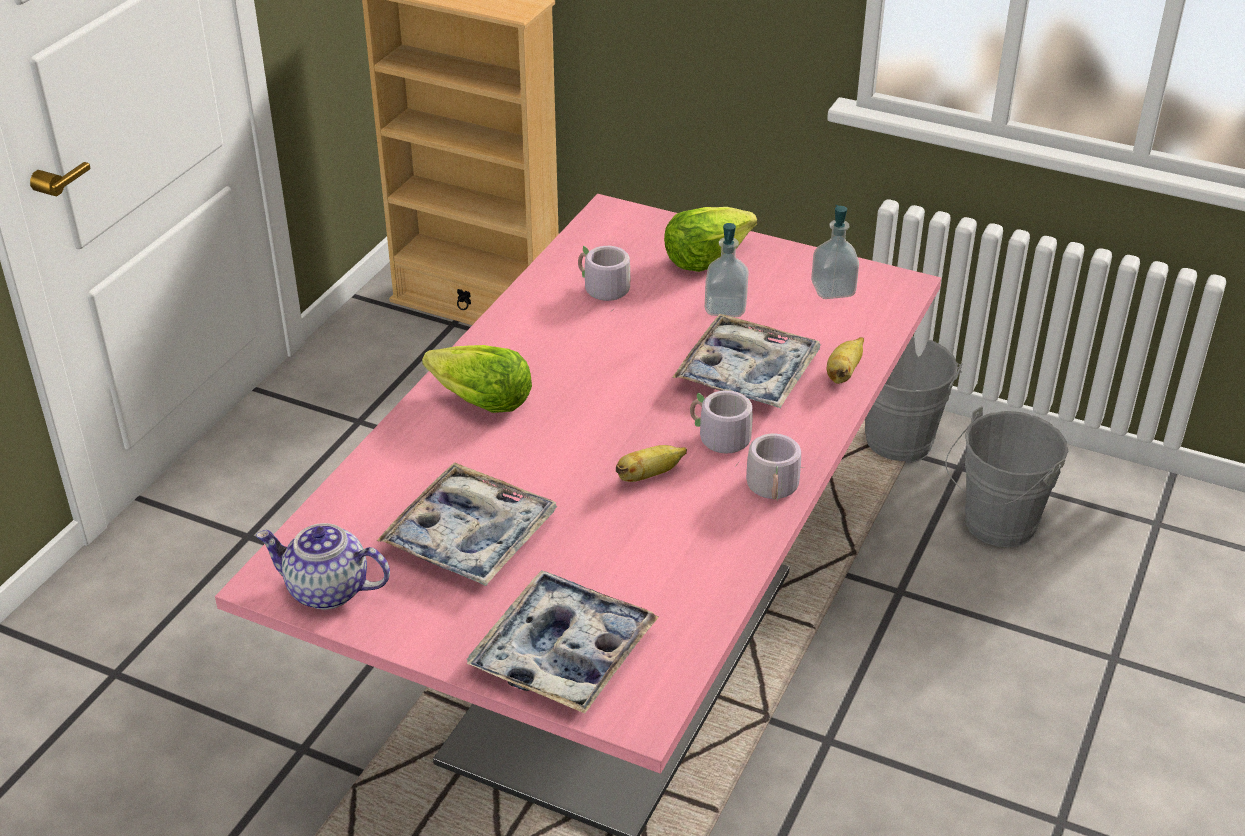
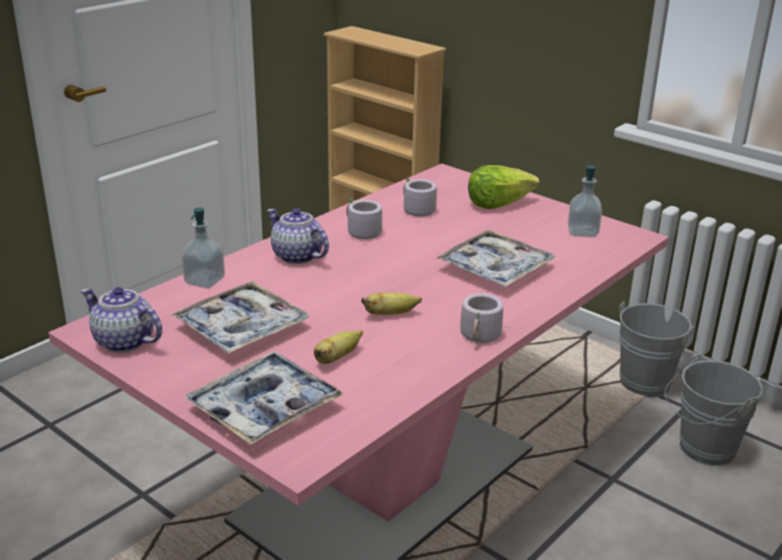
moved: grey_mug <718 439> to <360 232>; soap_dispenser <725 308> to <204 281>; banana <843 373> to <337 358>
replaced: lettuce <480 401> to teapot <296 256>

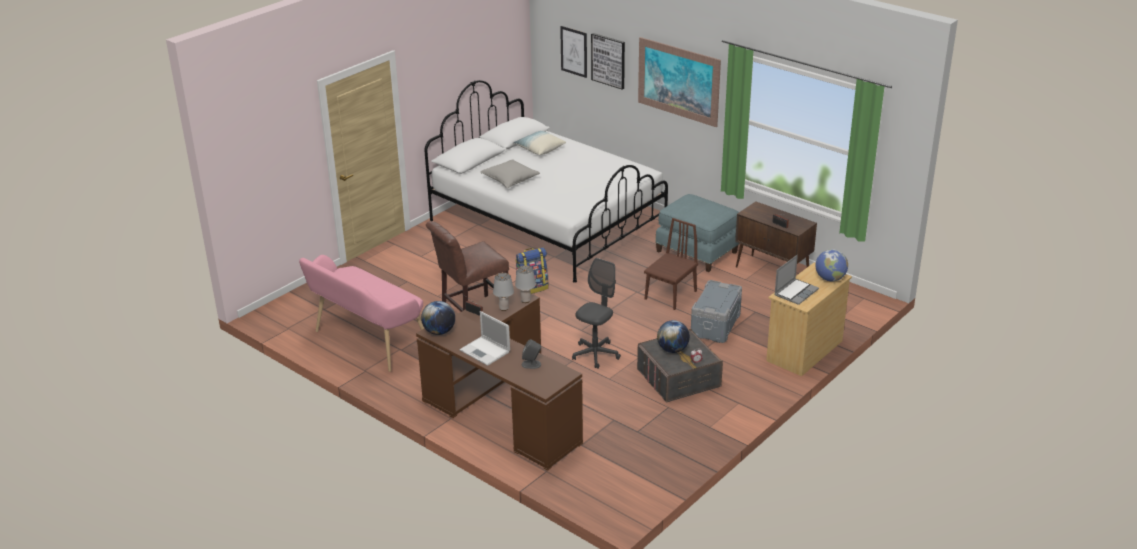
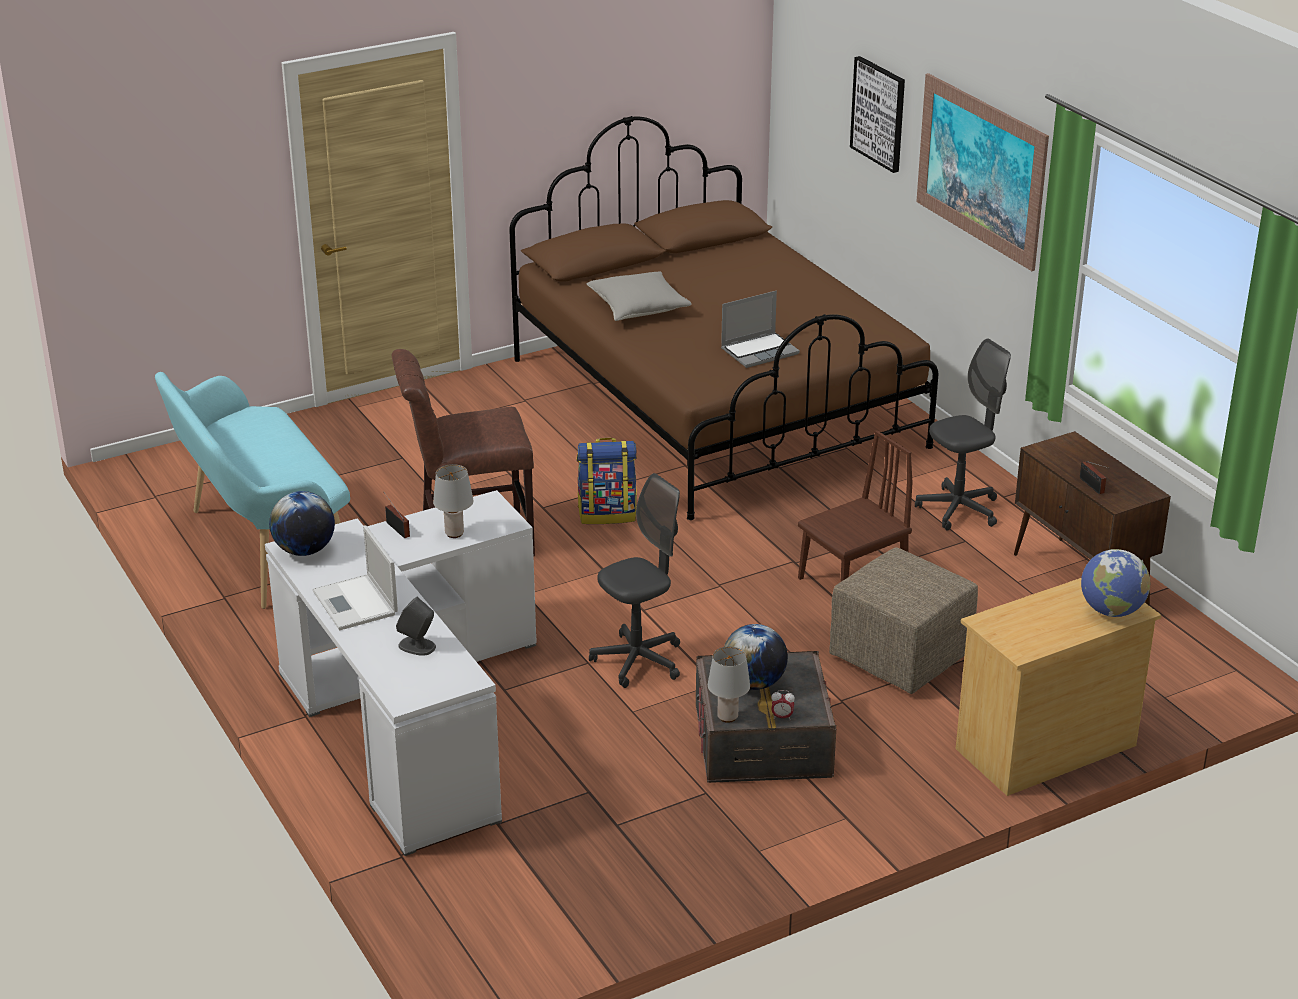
removed: pillow <539 149>; picture <574 51>
moved: grey_table_lamp <526 300> to <728 717>; laptop <796 292> to <760 351>
replaced: blue_ottoman <697 251> to grey_office_chair <959 510>; grey_storage_box <716 325> to beige_ottoman <902 657>
recoloured: pink_bench <367 342> to turquoise_bench <263 548>; brown_desk <500 405> to white_desk <406 713>; white_bed <548 222> to brown_bed <716 403>

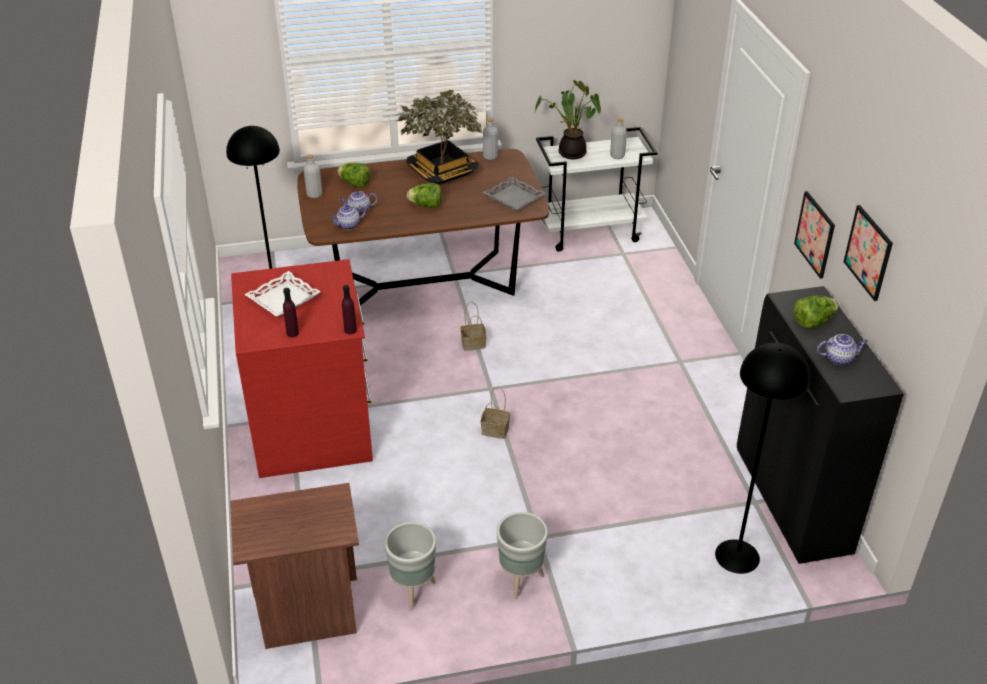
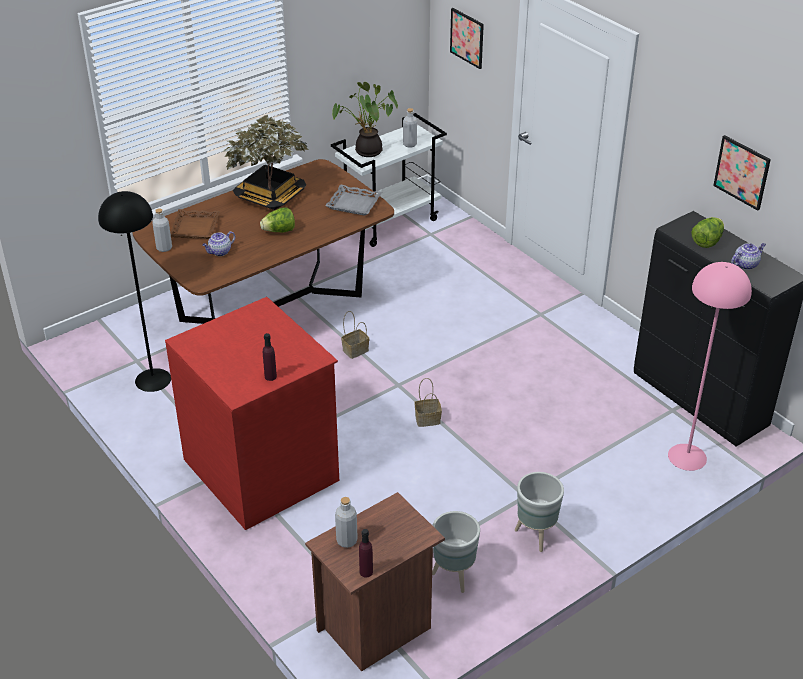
removed: white_tray <283 299>; teapot <348 225>
moved: purple_bottle <350 330> to <366 572>; grey_bottle <490 156> to <347 541>; picture <815 234> to <467 38>
replaced: lettuce <355 184> to brown_tray <195 228>
recoloured: black_floor_lamp <737 556> to pink_floor_lamp <687 457>

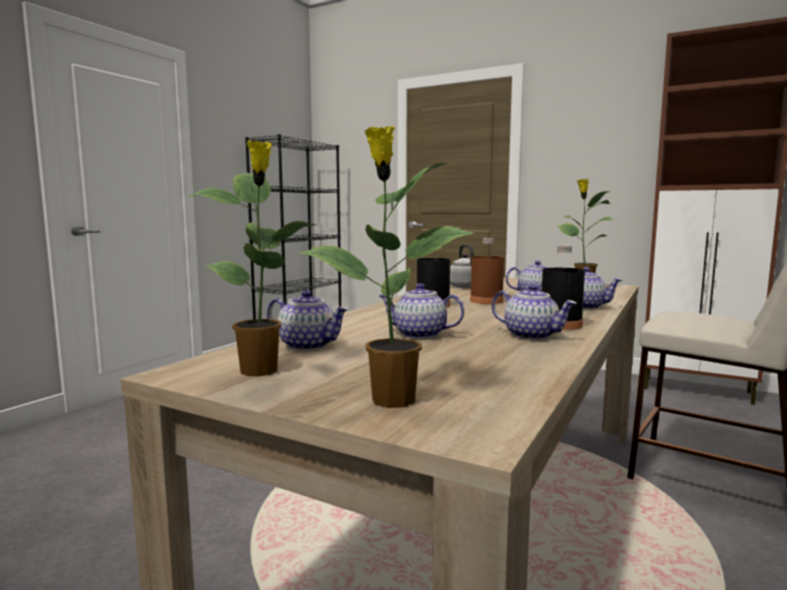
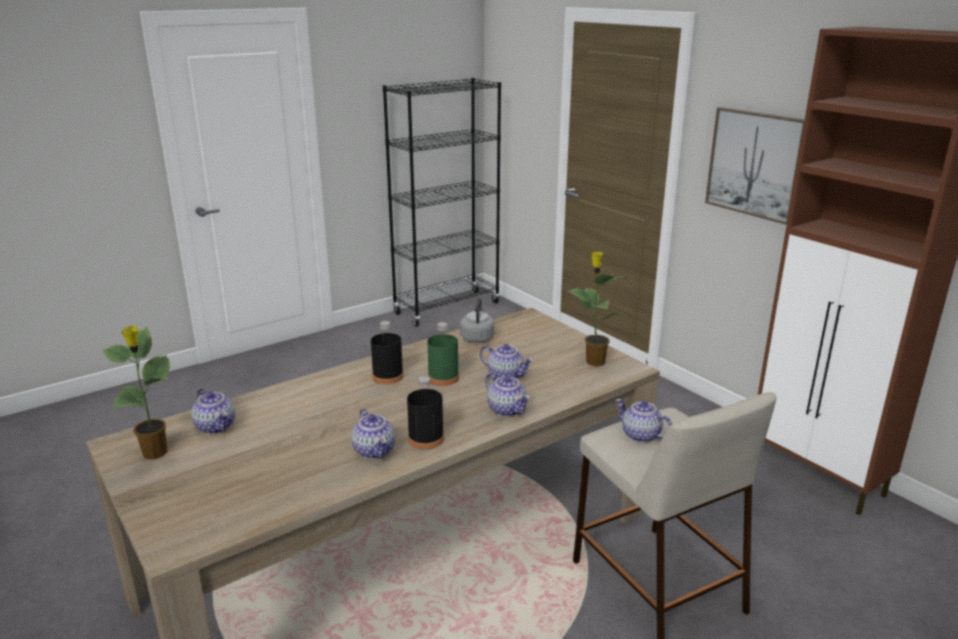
removed: potted_plant <391 401>
added: picture <756 164>
moved: teapot <419 334> to <640 435>
recoloured: brown_bottle <486 301> to green_bottle <443 378>

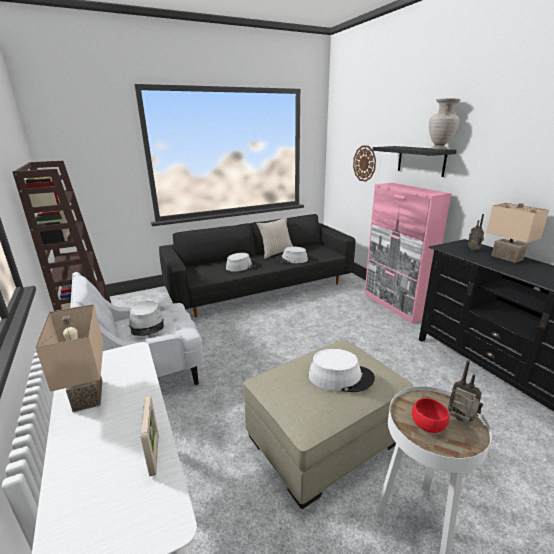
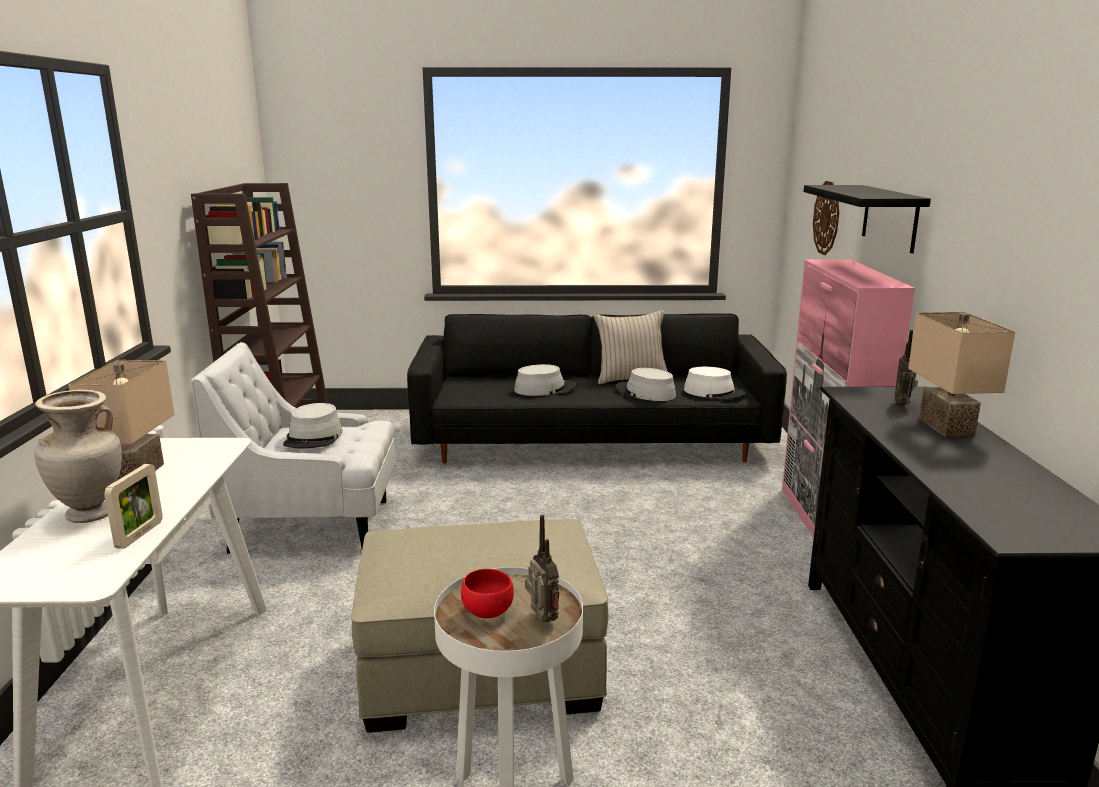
moved: white_hat <340 377> to <714 392>; beige_vase <439 149> to <90 515>

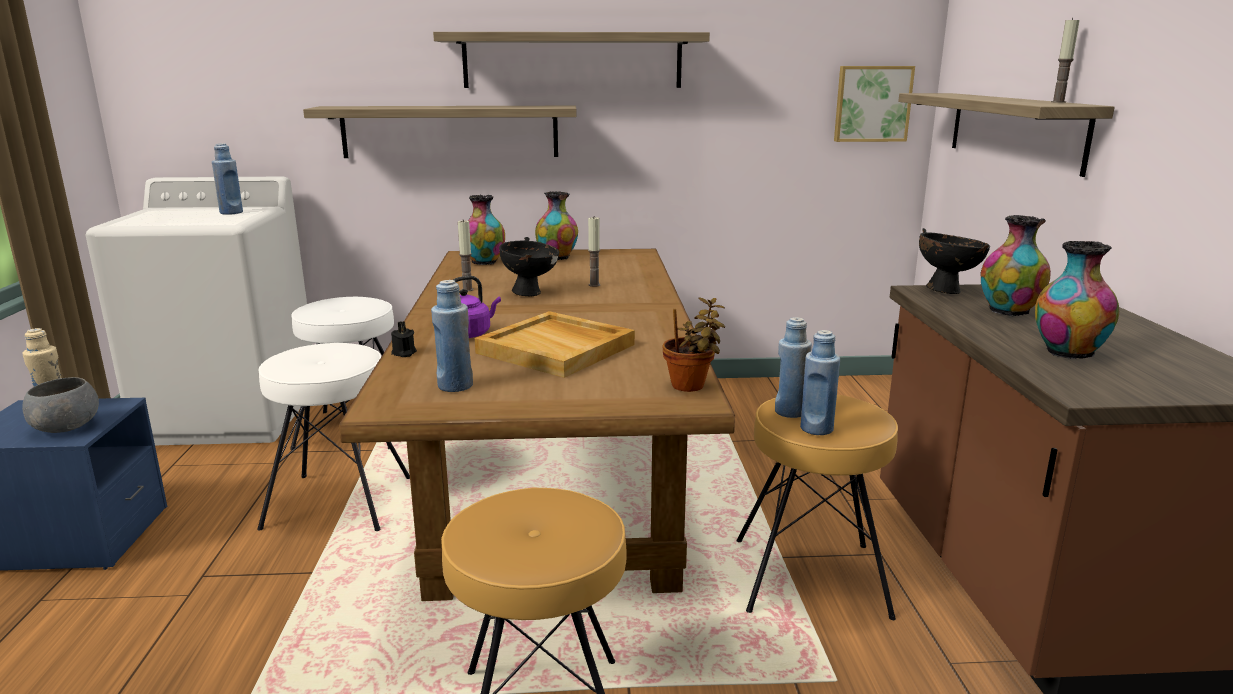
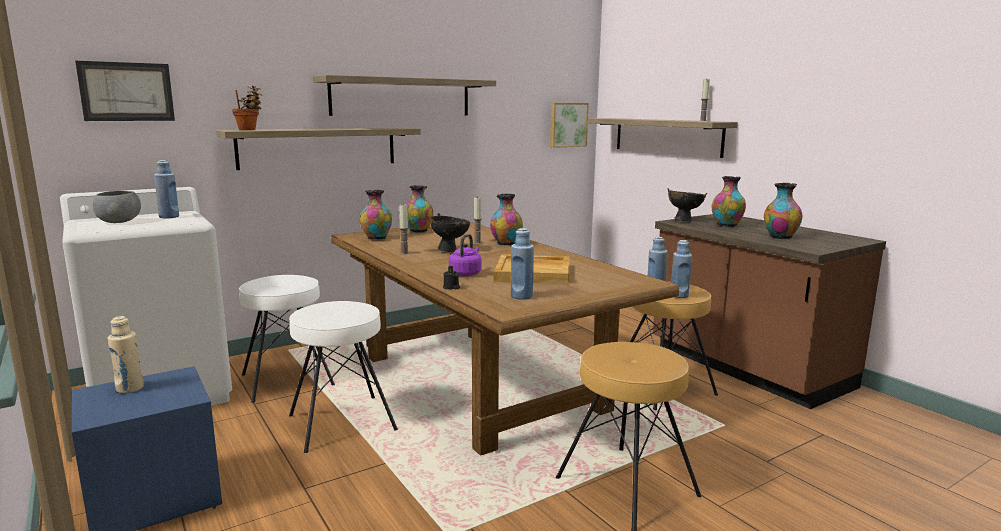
added: picture <127 91>; vase <506 244>
moved: grey_bowl <65 427> to <118 222>; potted_plant <691 386> to <249 130>

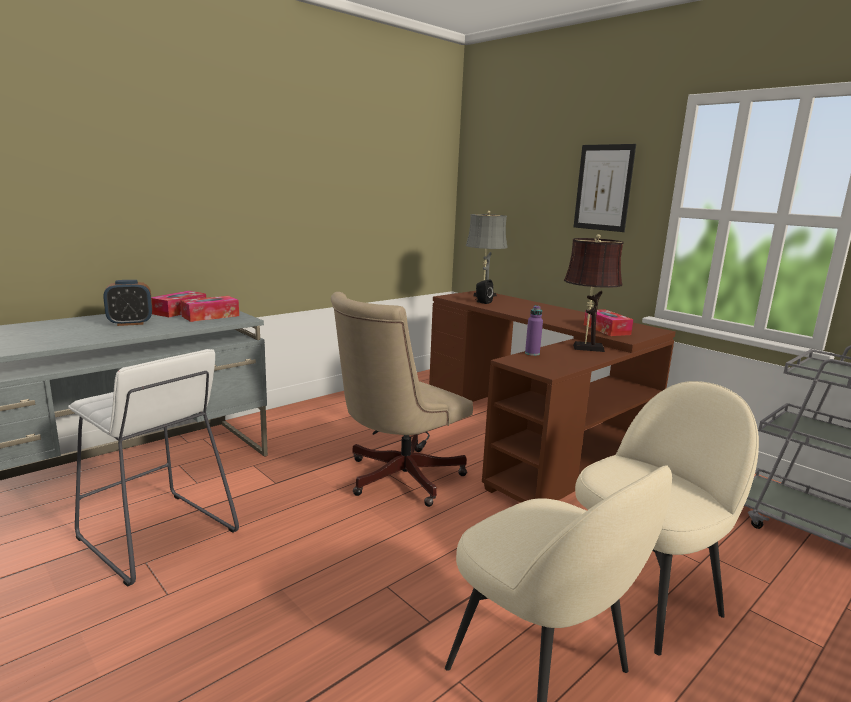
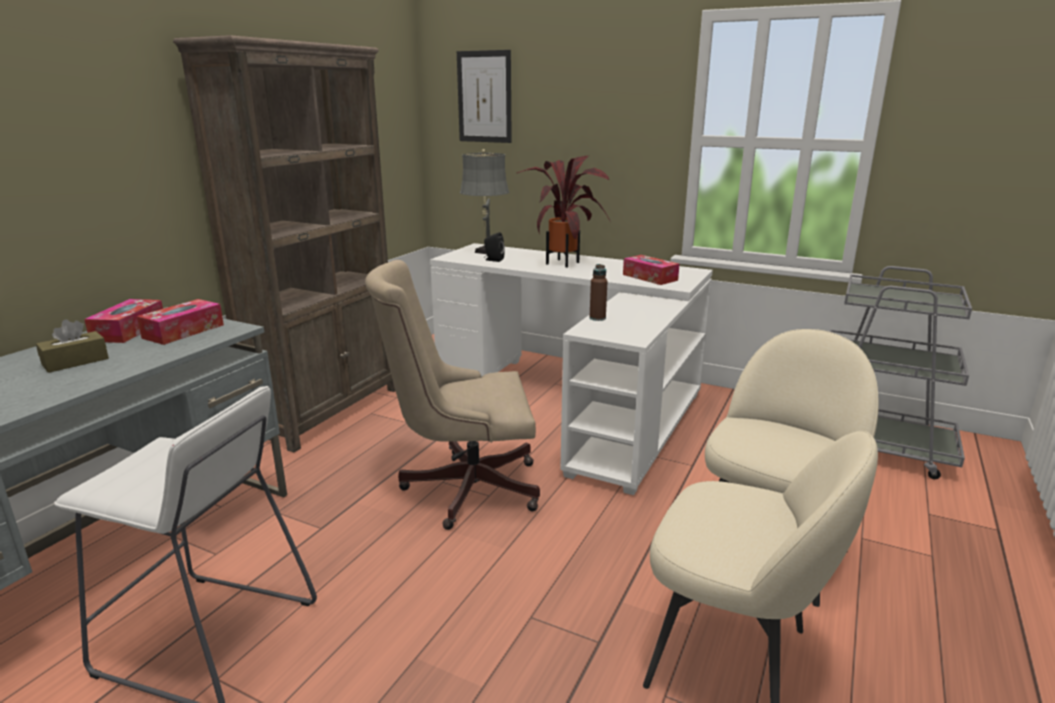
removed: brown_table_lamp <585 348>
added: brown_bookcase <329 411>; potted_plant <566 263>
moved: picture <603 187> to <484 97>
replaced: alarm_clock <130 323> to brown_tissue_box <75 362>
recoloured: brown_desk <536 435> to white_desk <578 402>; purple_bottle <532 353> to brown_bottle <597 318>
turned: beige_office_chair <397 479> = <463 487> 60 degrees clockwise

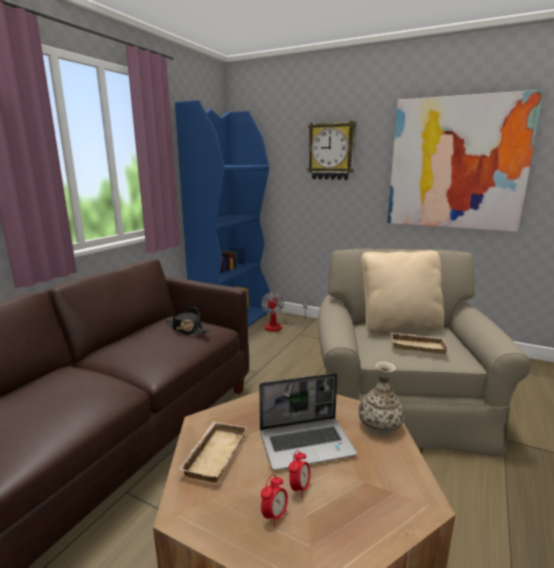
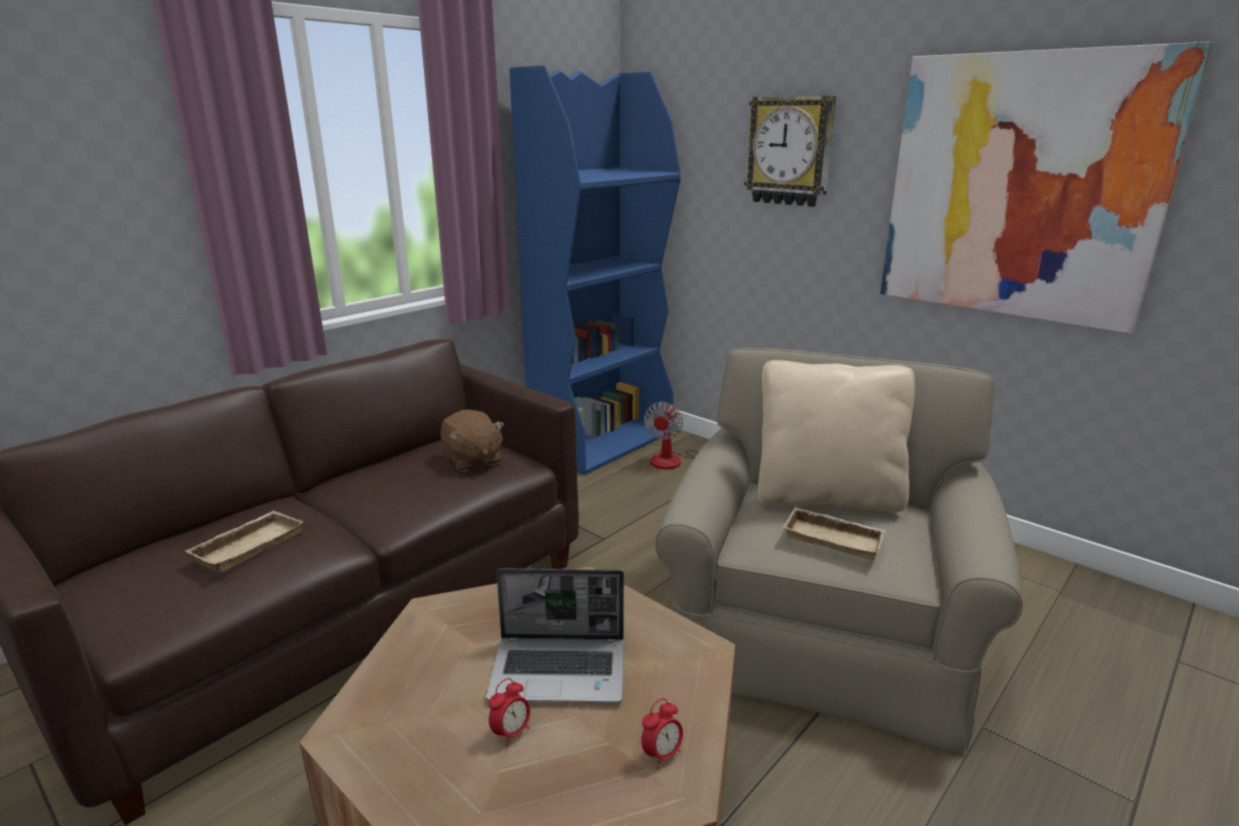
removed: vase <380 426>
moved: beige_tray <214 454> to <248 545>; alarm_clock <274 515> to <662 754>
replaced: black_hat <187 329> to brown_plush_toy <472 460>

